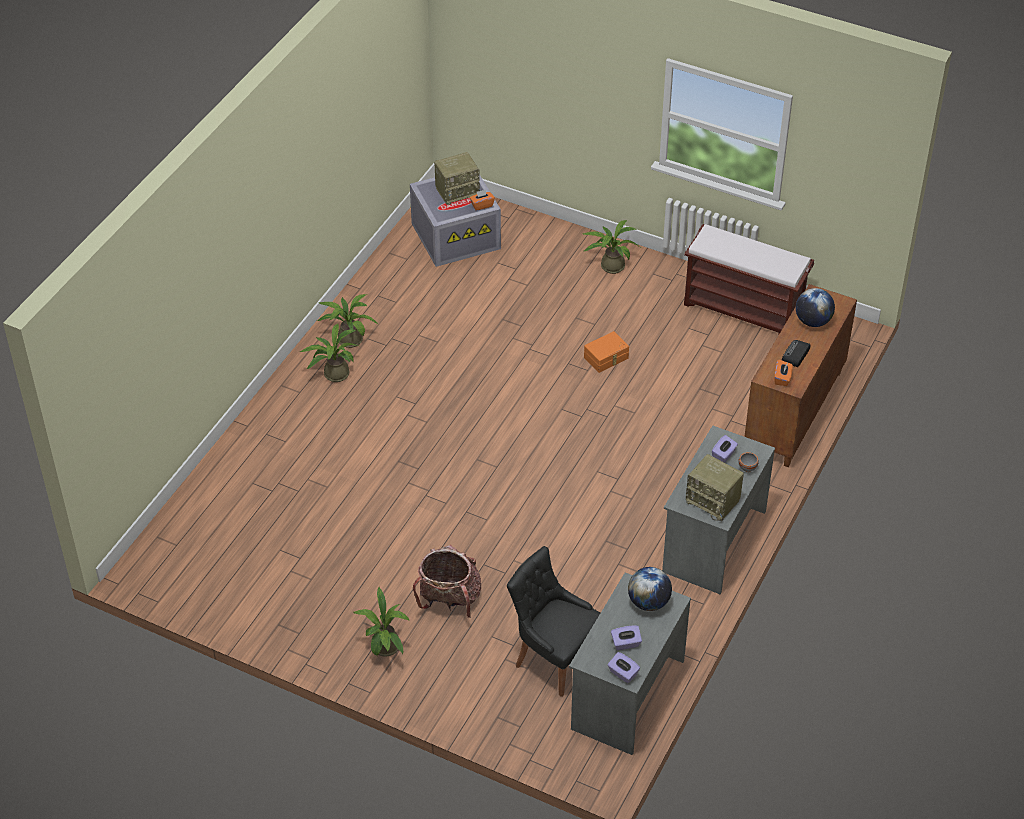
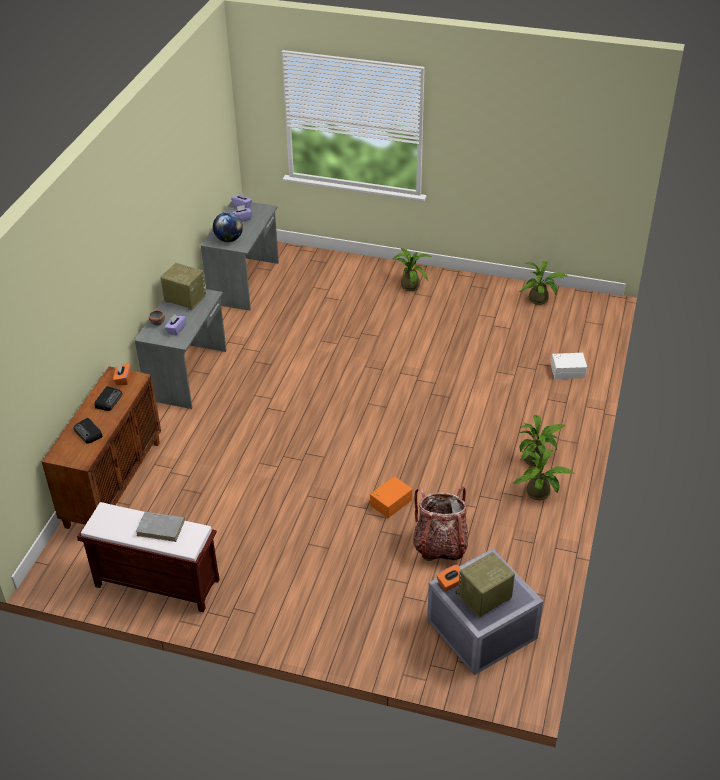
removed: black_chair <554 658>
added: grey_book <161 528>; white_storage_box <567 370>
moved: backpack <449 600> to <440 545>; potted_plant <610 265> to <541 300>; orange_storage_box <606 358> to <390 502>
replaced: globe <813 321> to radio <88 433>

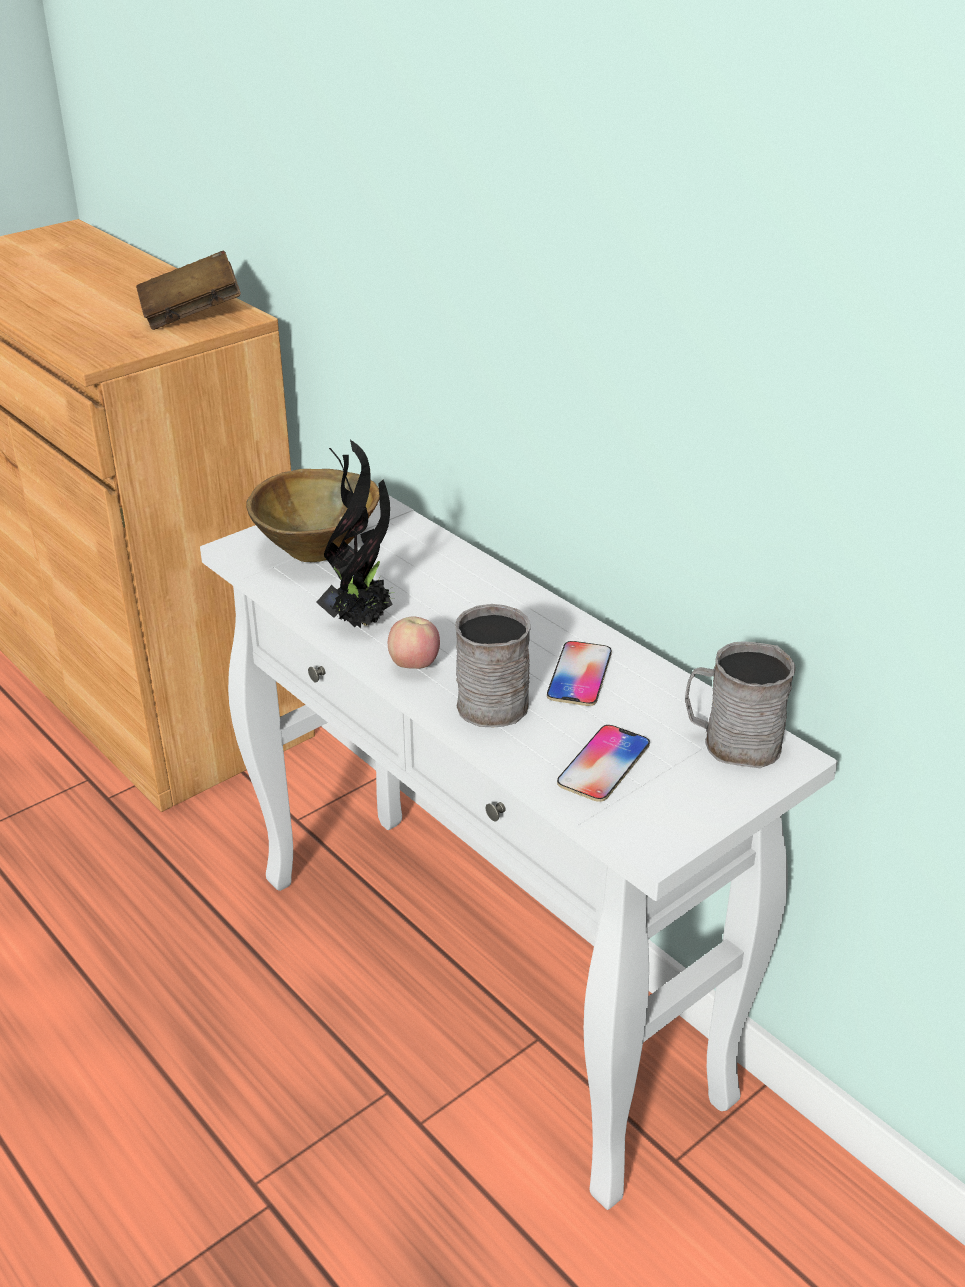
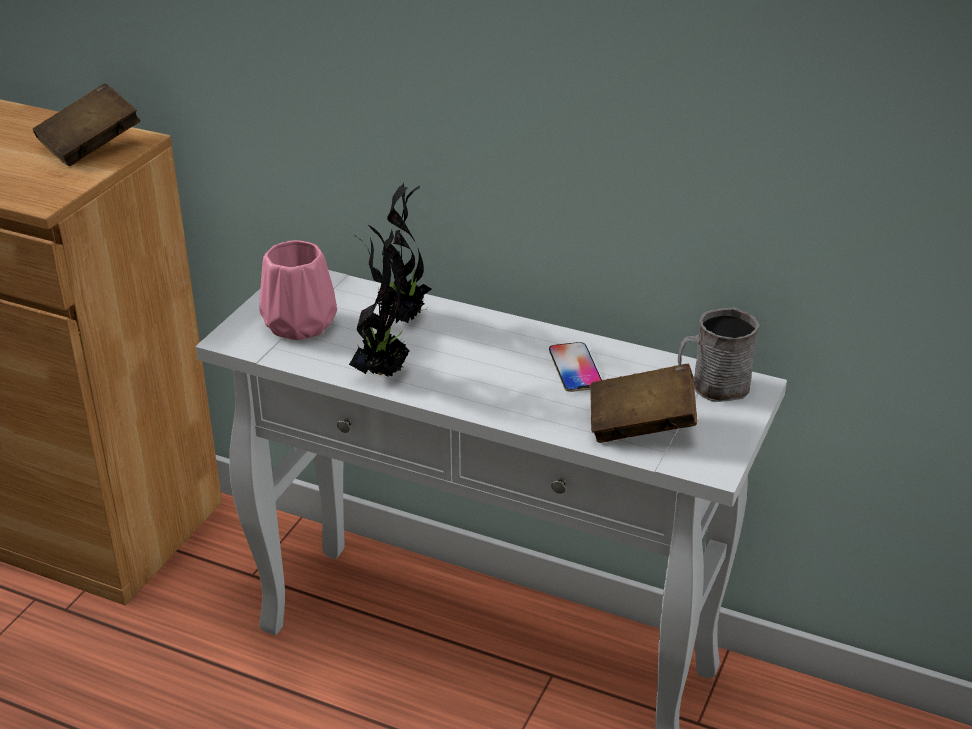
removed: apple <414 666>; grey_mug <498 700>
added: potted_plant <404 318>
replaced: brown_bowl <316 549> to pink_vase <297 325>; phone <603 764> to brown_book <641 425>

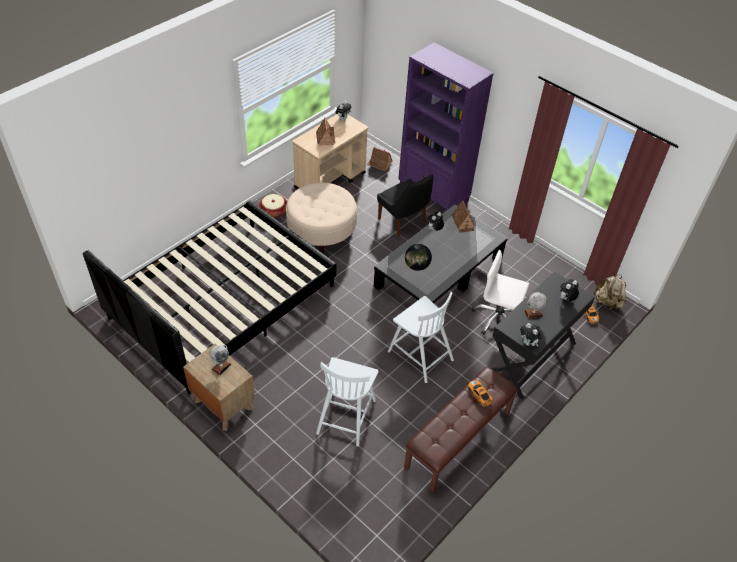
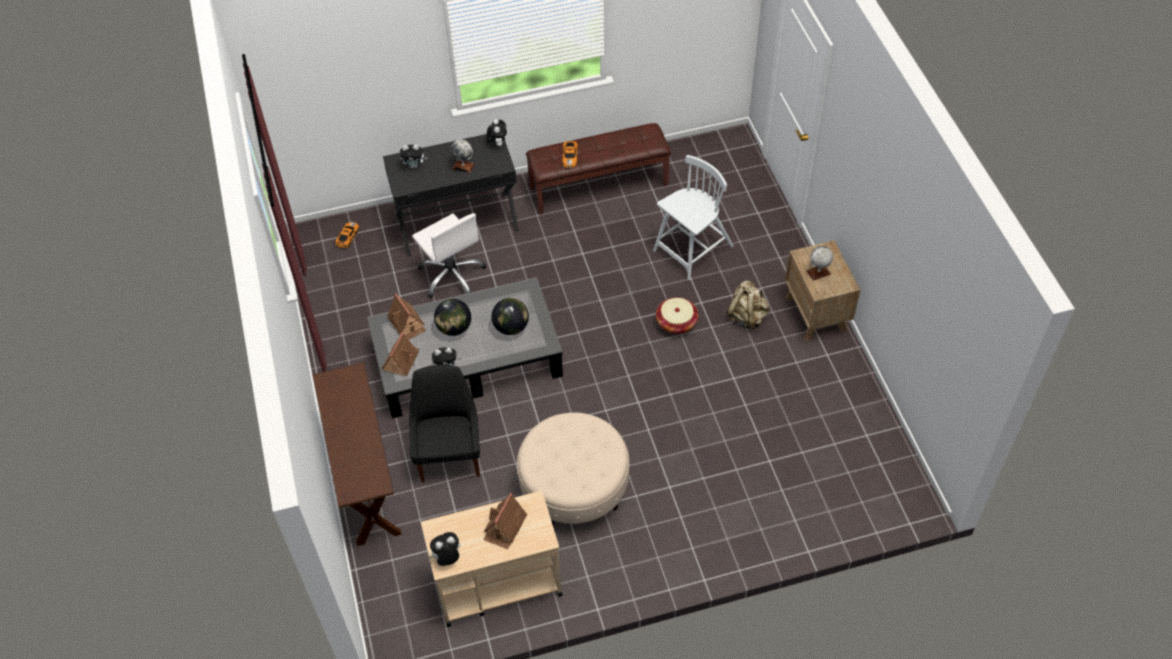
removed: black_bed <222 301>; white_chair <419 355>
added: globe <454 328>
moved: basket <273 211> to <676 323>; toy_house <379 164> to <407 323>; beige_backpack <607 303> to <747 316>
replaced: purple_bookcase <433 194> to brown_console_table <367 483>

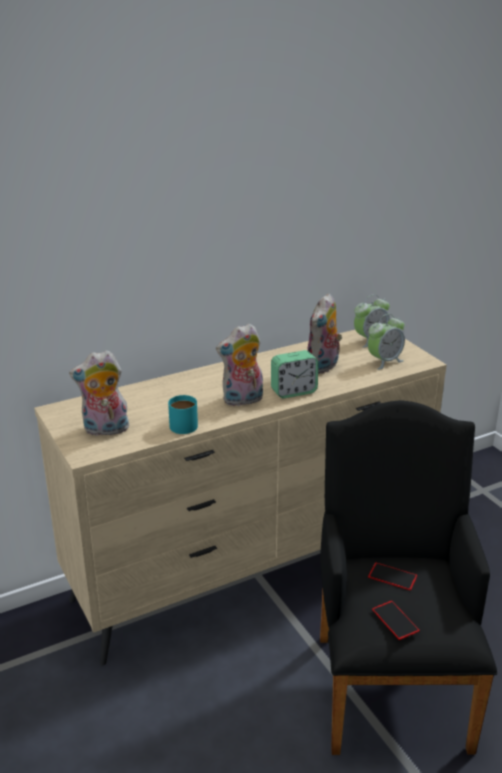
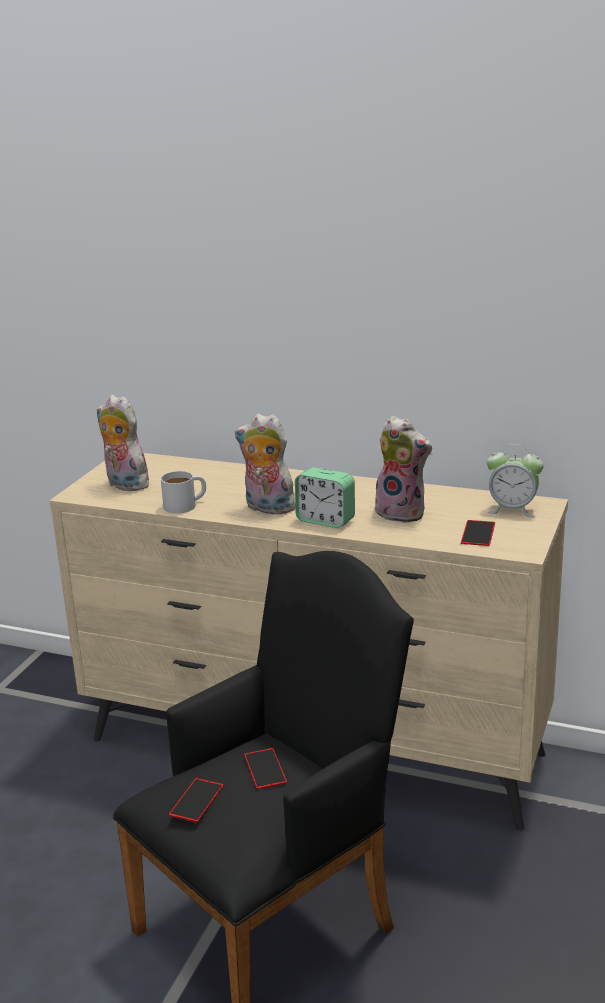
replaced: alarm_clock <384 361> to phone <478 533>
recoloured: turquoise_mug <185 423> to white_mug <186 505>
turned: plush_toy <323 367> = <403 513> 135 degrees counterclockwise

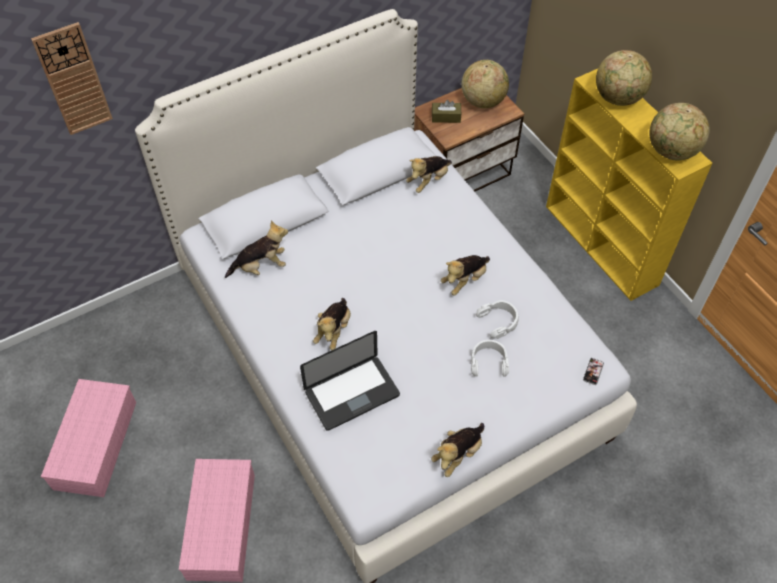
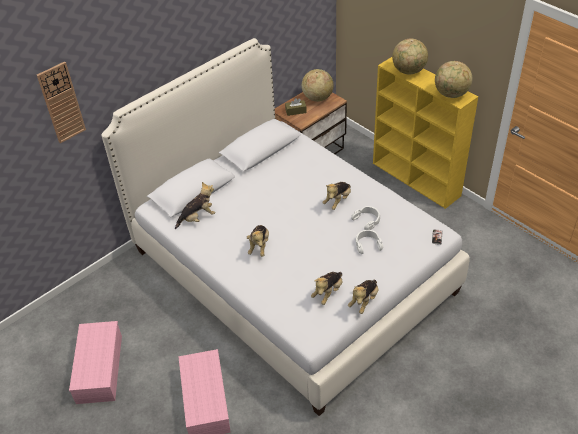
removed: laptop <352 393>
moved: plush_toy <428 181> to <328 292>

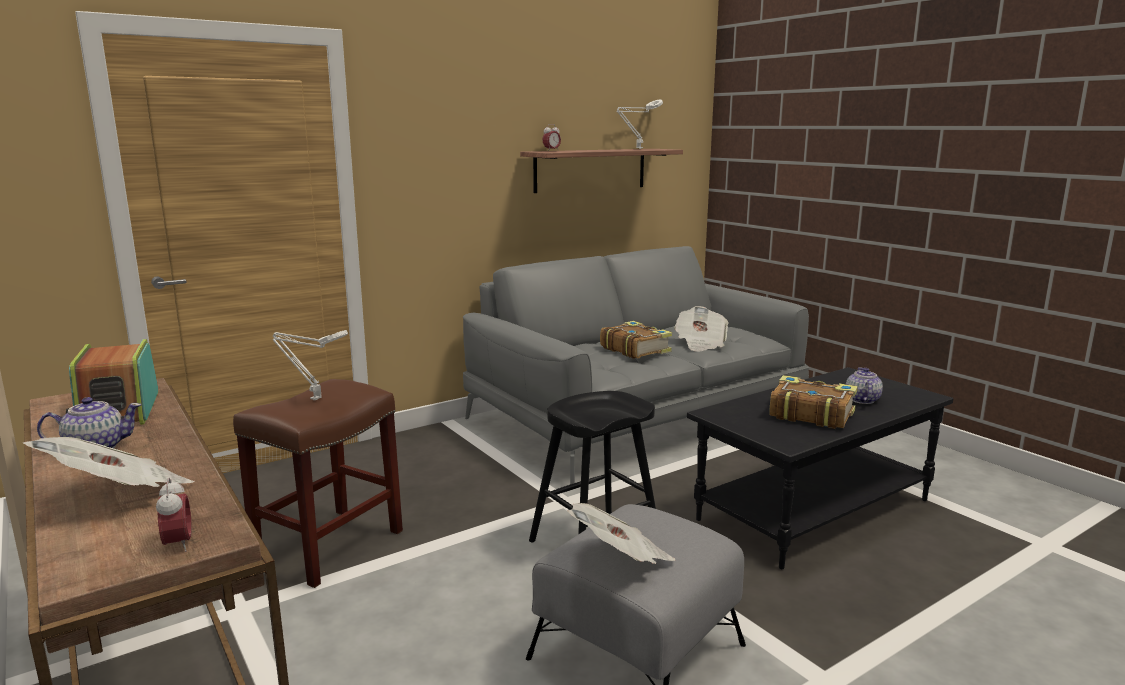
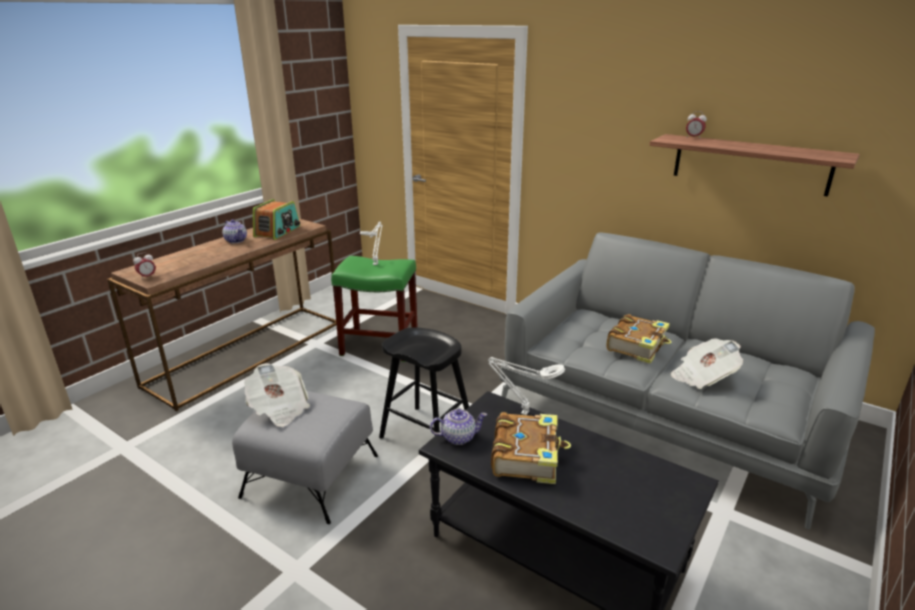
removed: newspaper <120 495>
moved: white_table_lamp <638 148> to <522 412>; teapot <862 400> to <458 437>
recoloured: brown_stool <328 546> to green_stool <378 346>
turned: radio <119 411> = <278 231> 150 degrees clockwise

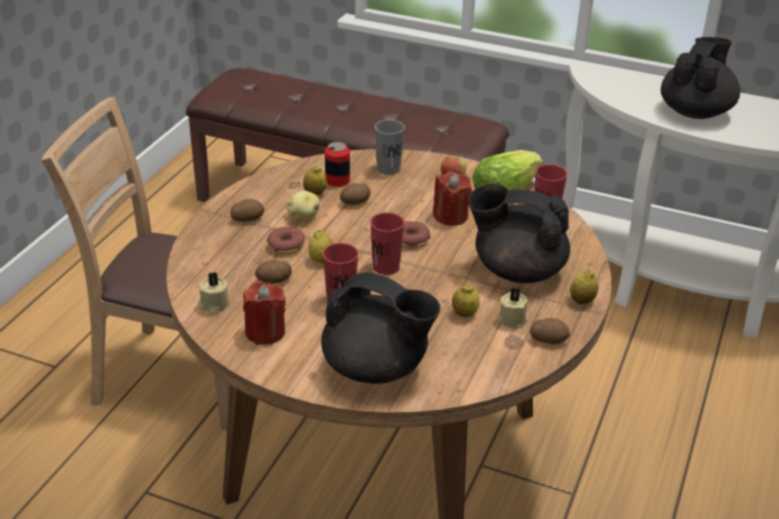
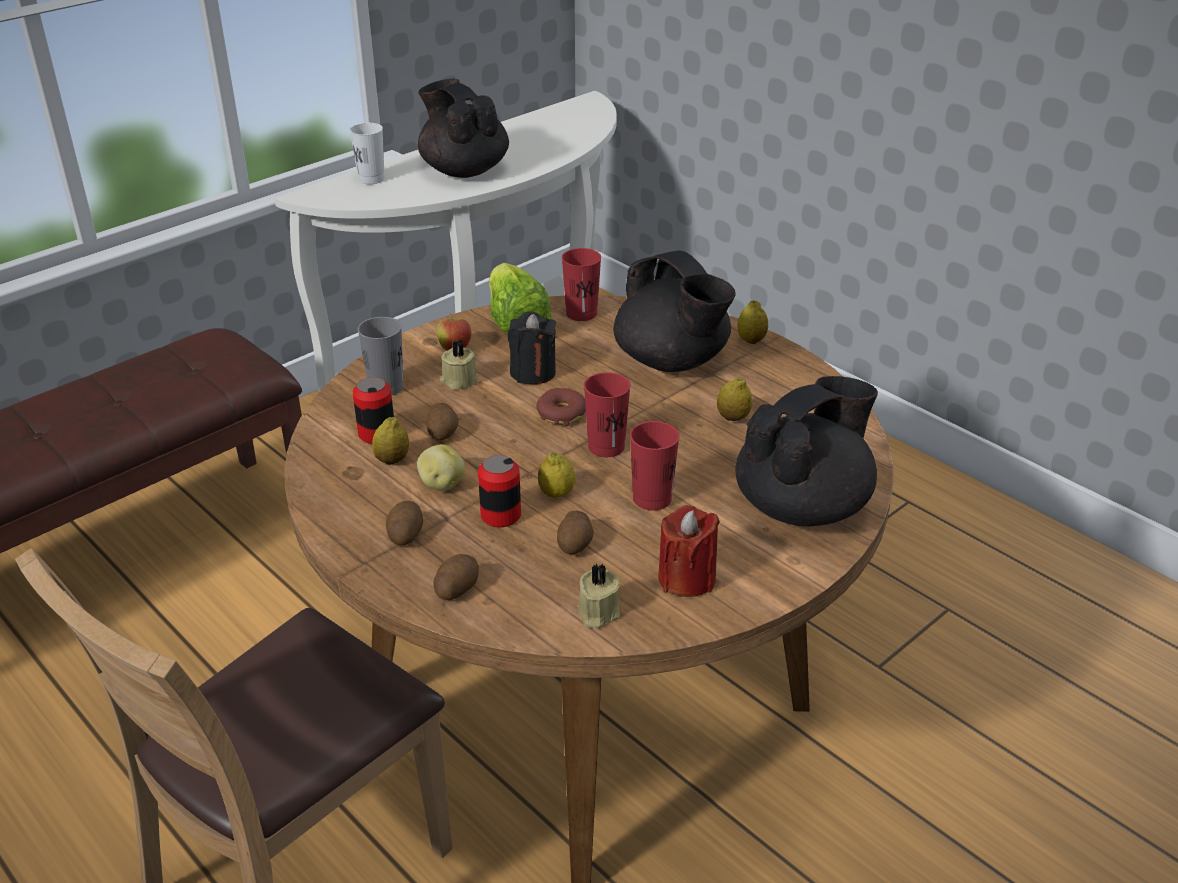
added: white_cup <371 179>
moved: beige_candle <512 319> to <458 380>; potato <548 339> to <456 588>
replaced: donut <286 246> to can <501 515>
recoloured: red_candle <450 216> to black_candle <533 373>
turned: black_teapot <517 270> = <672 361> 75 degrees counterclockwise

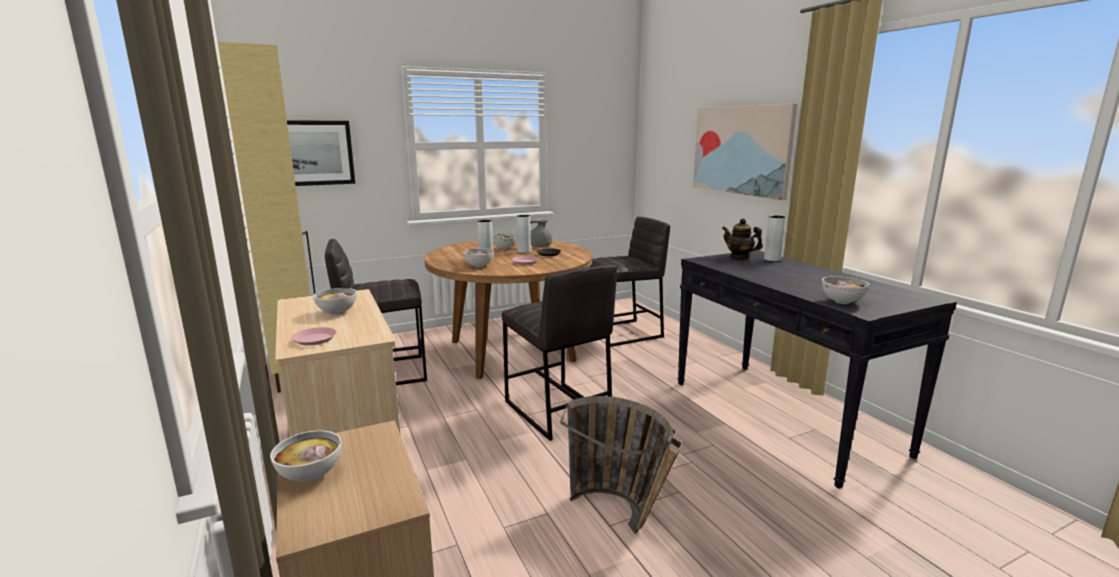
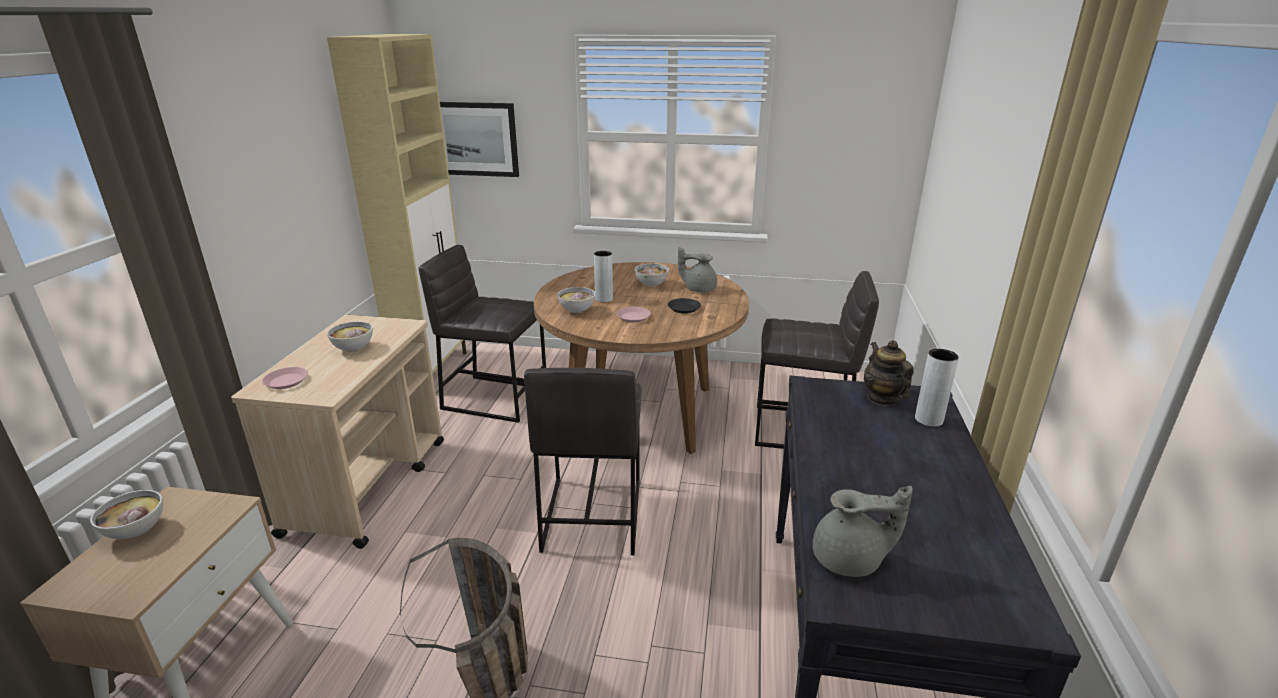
removed: grey_vase <524 251>; picture <741 150>
replaced: bowl <842 302> to grey_teapot <850 560>

